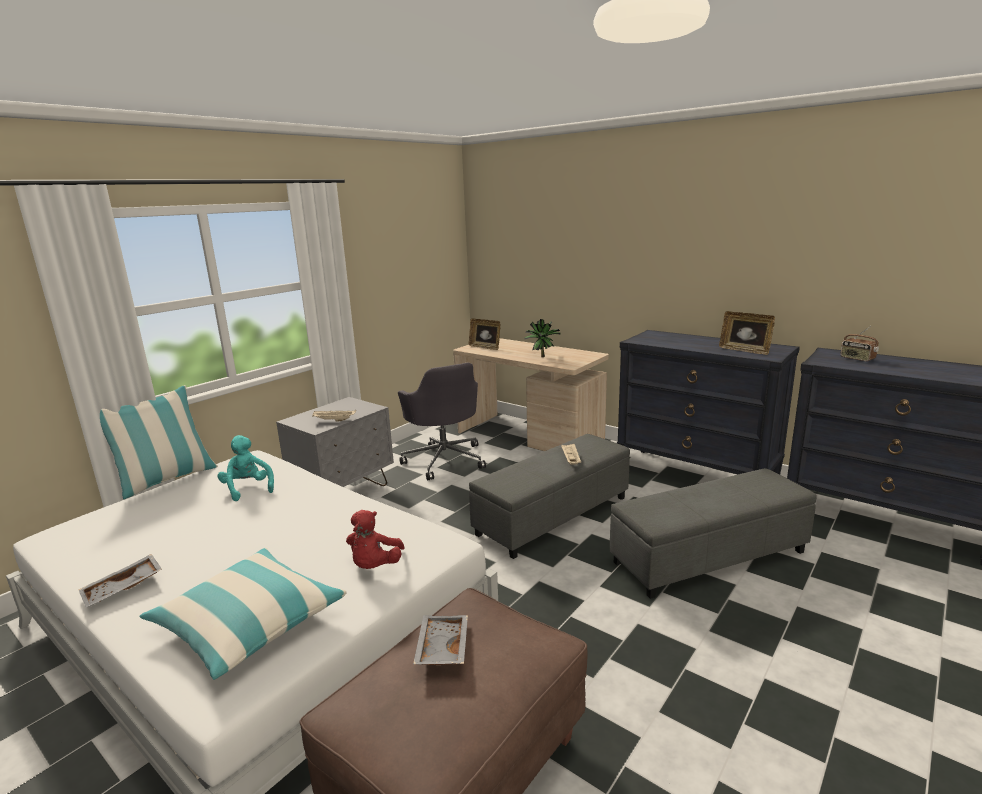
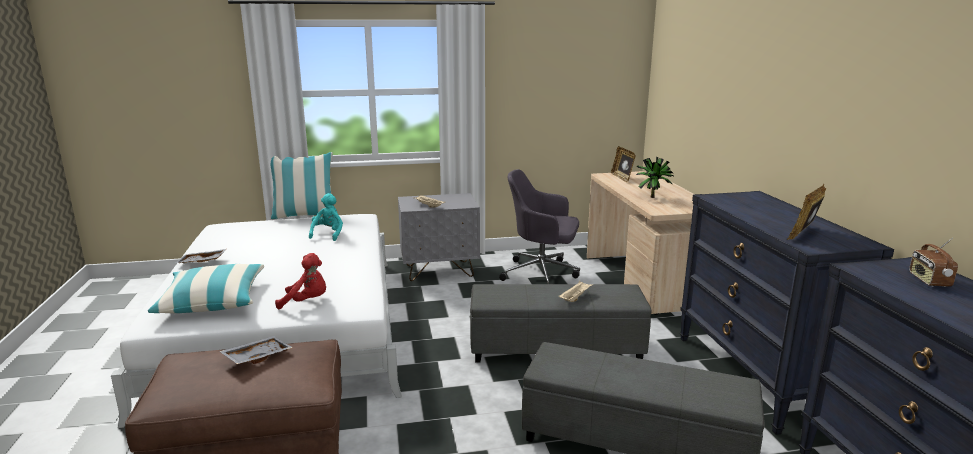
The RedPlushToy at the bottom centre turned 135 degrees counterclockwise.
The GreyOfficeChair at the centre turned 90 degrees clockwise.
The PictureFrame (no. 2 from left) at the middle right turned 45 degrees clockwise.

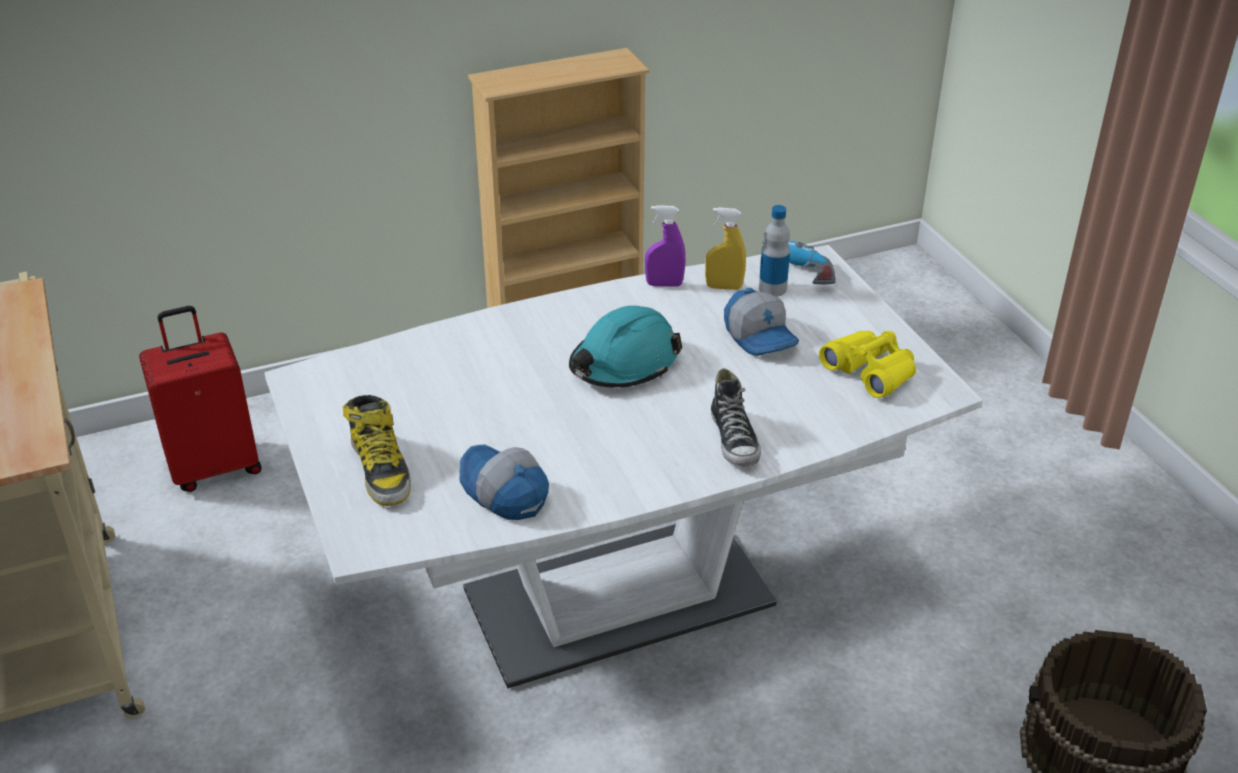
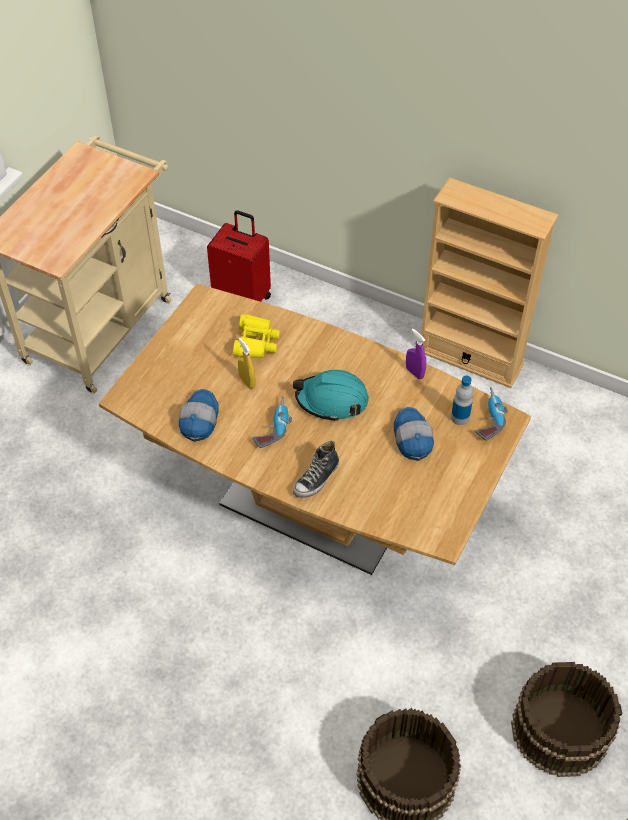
The WhiteDiningTable at the centre became the BrownDiningTable at the centre.
The YellowBinoculars moved from the middle right to the centre.
The YellowSprayBottle moved from the top centre to the centre.
The PowerDrill (no. 1 from left) at the centre appeared.
The Cap (no. 2 from left) at the centre turned 150 degrees clockwise.
The BrownBucket (no. 2 from left) at the bottom right appeared.
The Boot at the middle left disappeared.

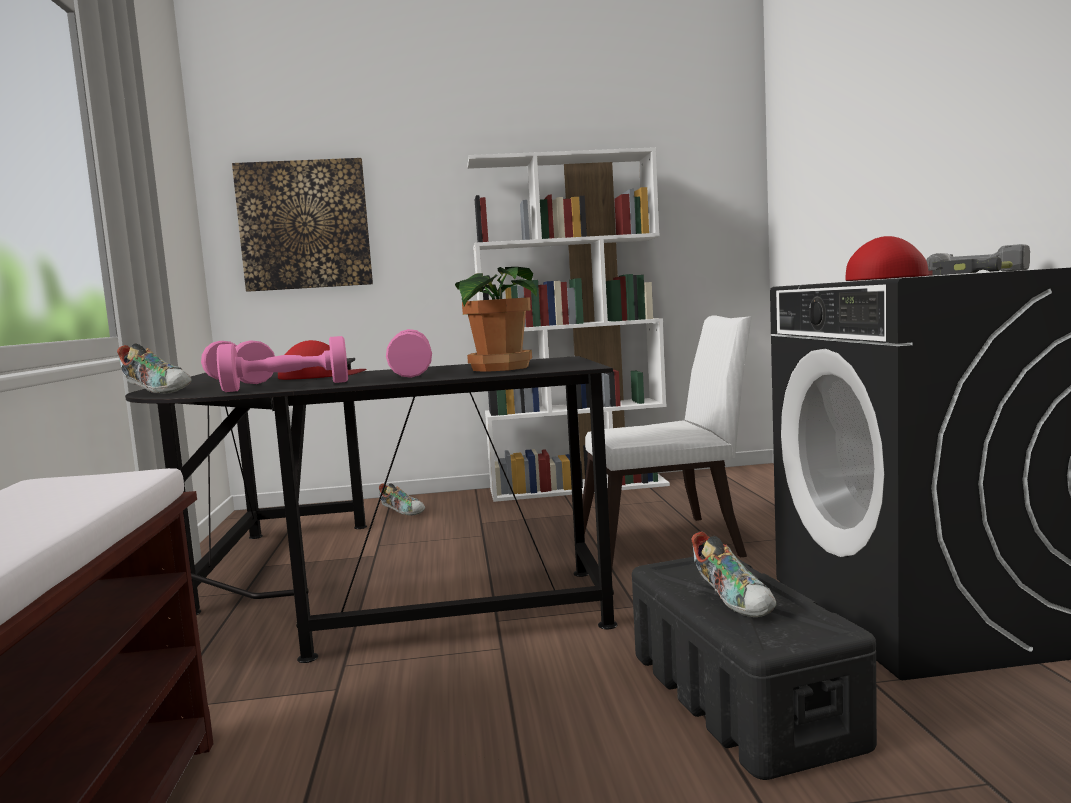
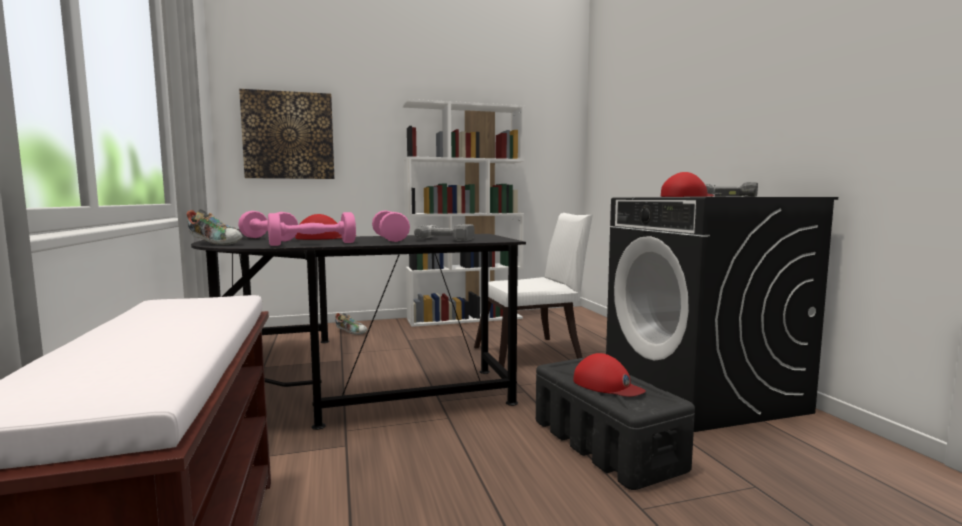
The PottedPlant at the centre was replaced by the PowerDrill (no. 1 from left) at the centre.
The Shoe (no. 3 from left) at the bottom right was replaced by the RedCap (no. 2 from left) at the bottom centre.

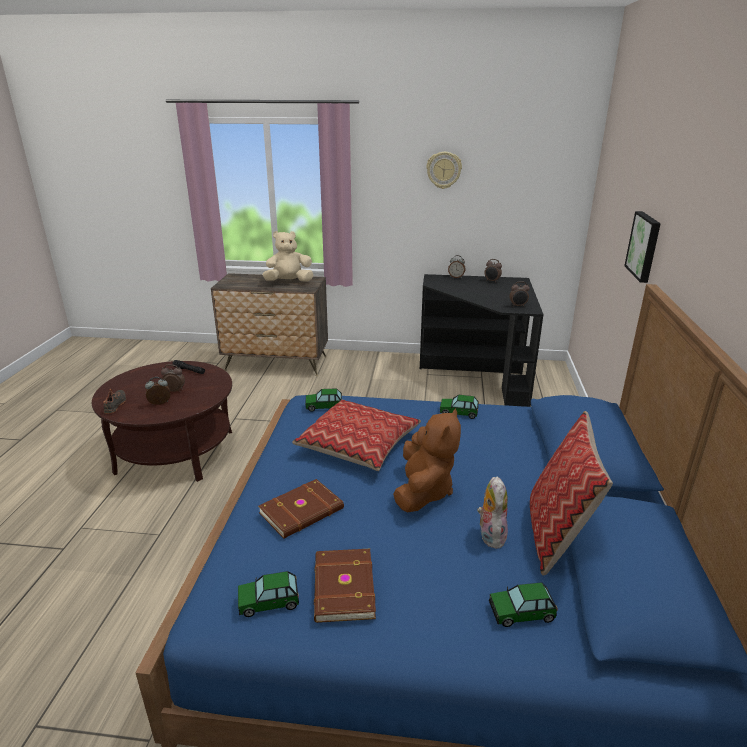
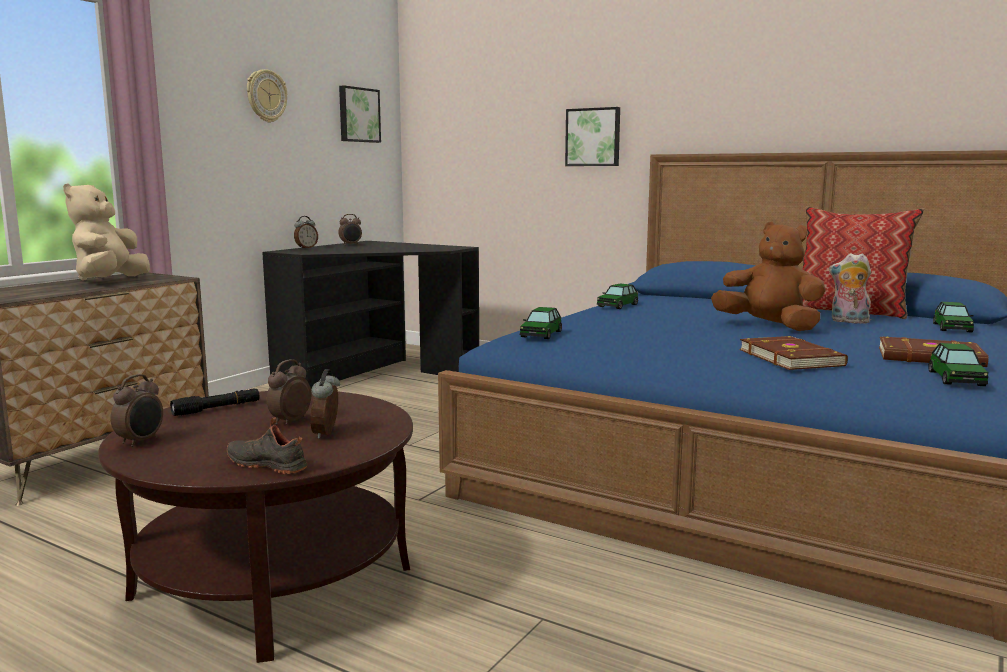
The AlarmClock (no. 5 from left in the first image) moved from the middle right to the middle left.
The Picture (no. 1 from left) at the top centre appeared.
The Pillow (no. 1 from left) at the centre disappeared.

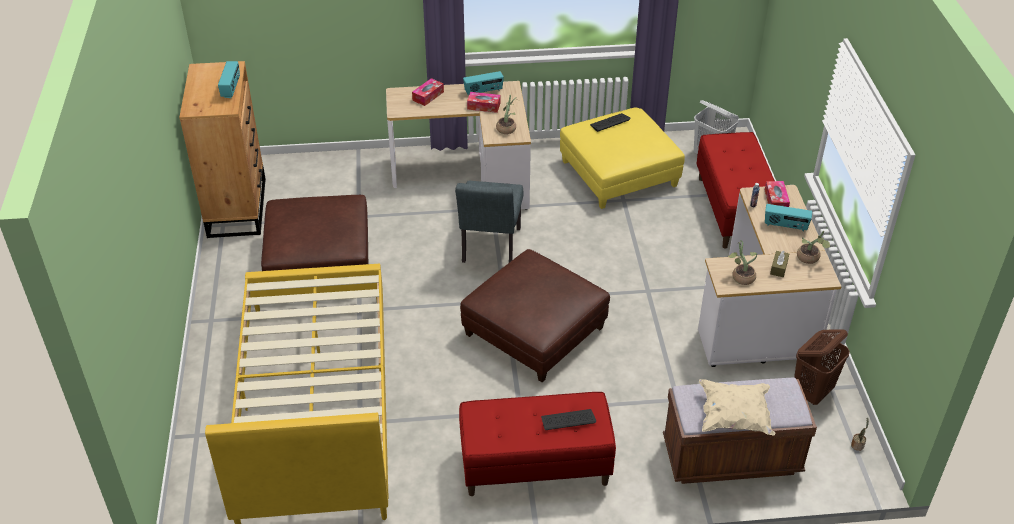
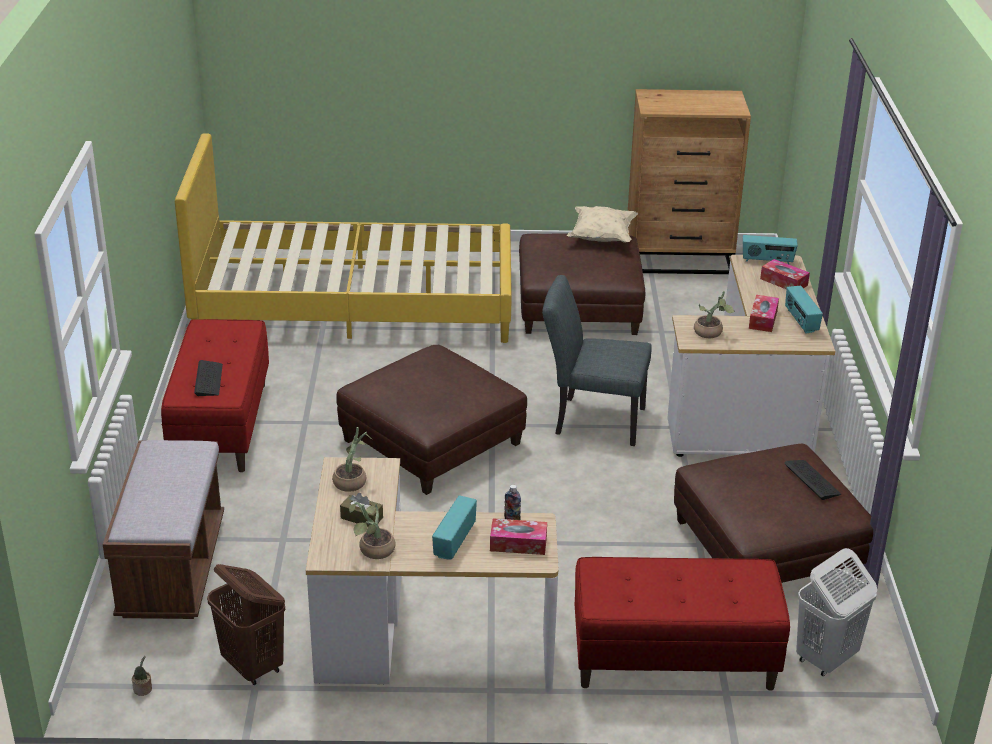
The BeigePillow moved from the bottom right to the top centre.
The YellowOttoman at the top centre became the BrownOttoman (no. 3 from left) at the bottom right.
The Radio (no. 1 from left in the first image) moved from the top left to the middle right.

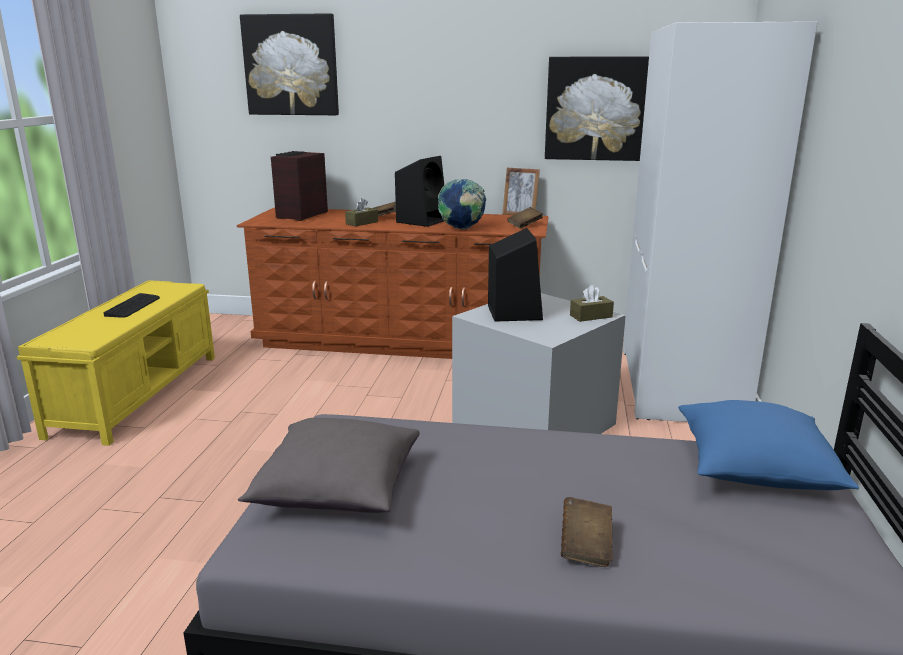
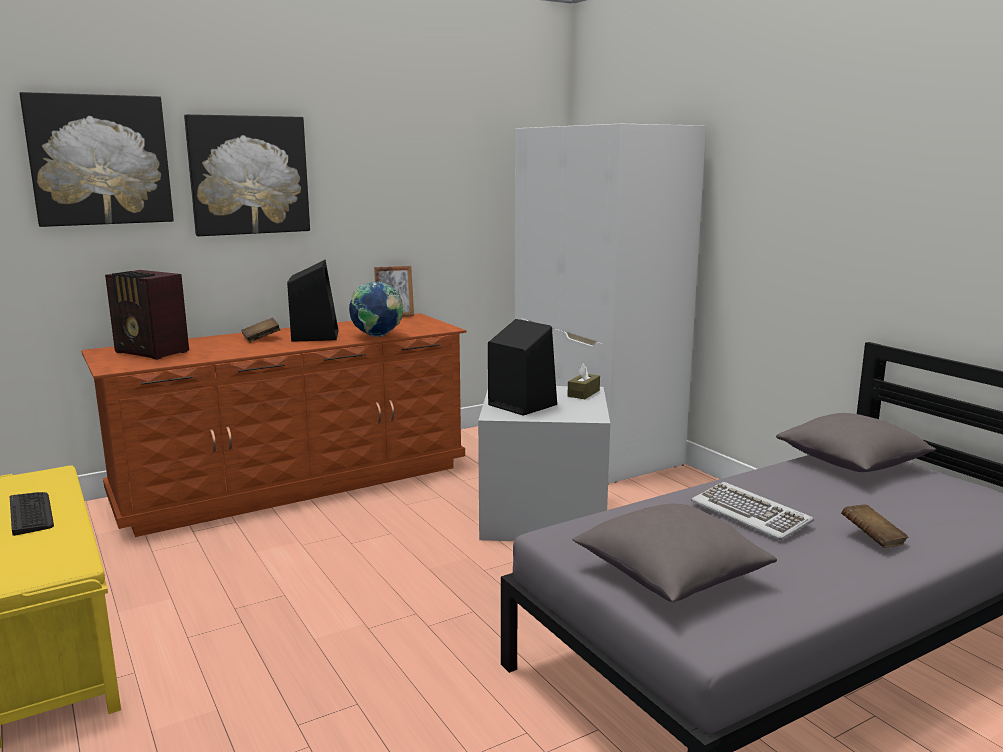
The Radio at the top left turned 45 degrees counterclockwise.
The Picture (no. 2 from left) moved from the top centre to the top left.
The Keyboard (no. 2 from left) at the bottom right appeared.
The BluePillow at the bottom right became the GreyPillow (no. 2 from left) at the middle right.
The BrownTissueBox (no. 1 from left) at the top centre disappeared.
The BrownBook (no. 2 from left) at the top centre disappeared.

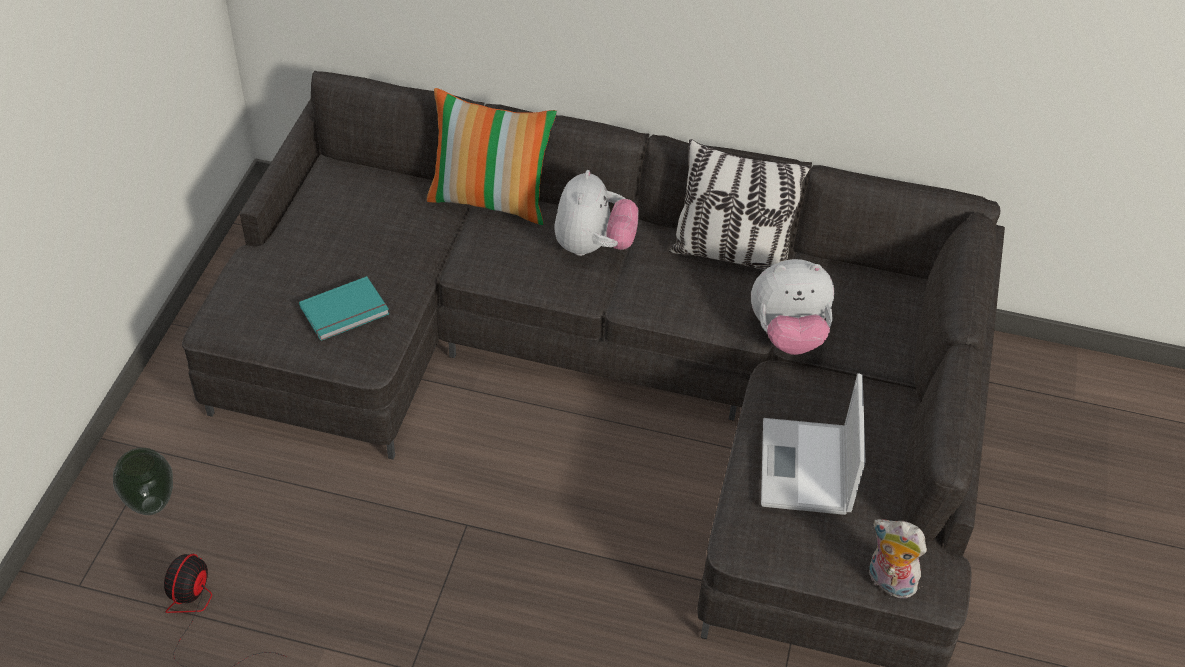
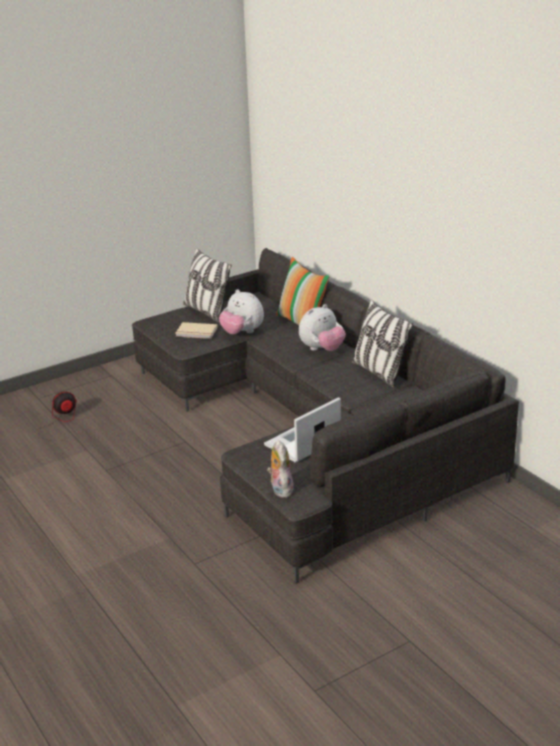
The TurquoiseBook at the middle left became the BeigeBook at the centre.
The Pillow (no. 1 from left) at the centre appeared.
The PlushToy (no. 2 from left in the first image) moved from the middle right to the centre.
The Vase at the bottom left disappeared.

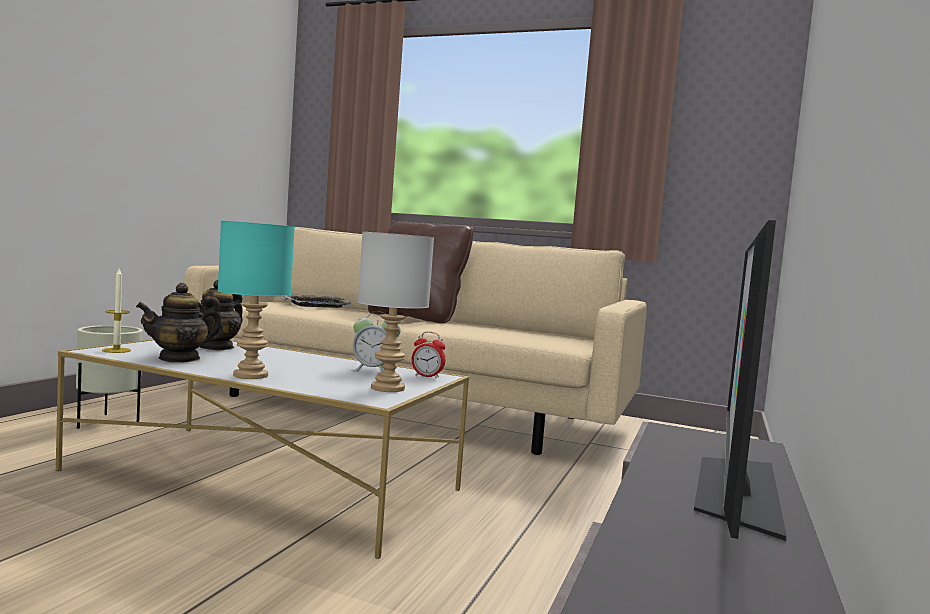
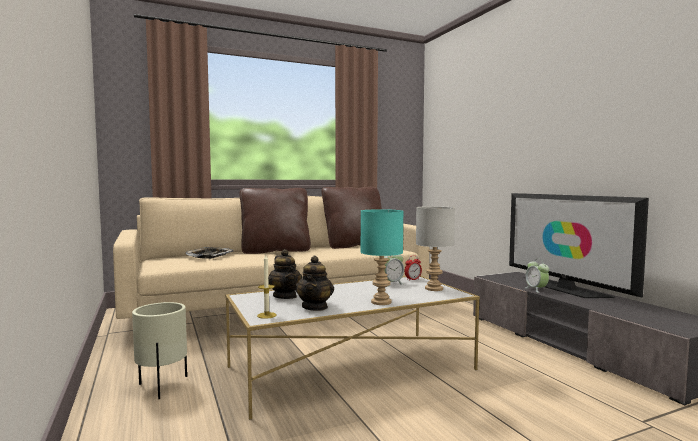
The BrownPillow (no. 2 from left) at the centre appeared.
The AlarmClock (no. 3 from left) at the middle right appeared.

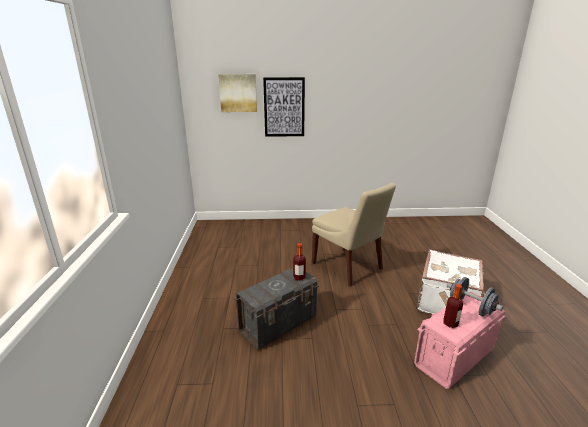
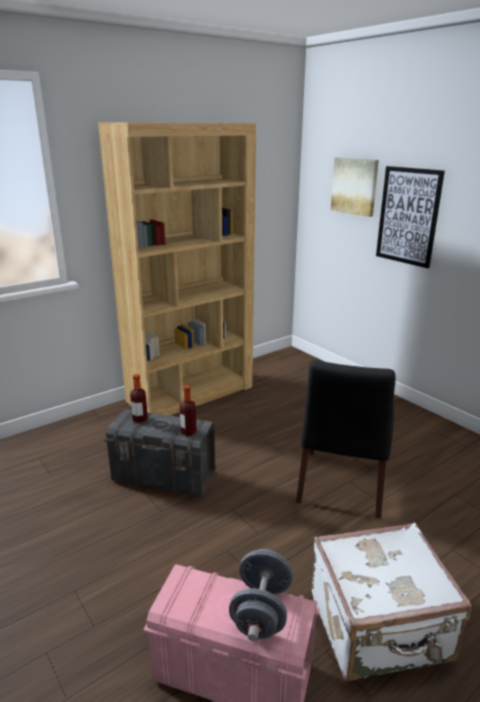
The BrownBookcase at the centre appeared.
The Bottle (no. 2 from left in the first image) moved from the bottom right to the middle left.
The BeigeChair at the centre became the BlackChair at the middle right.

